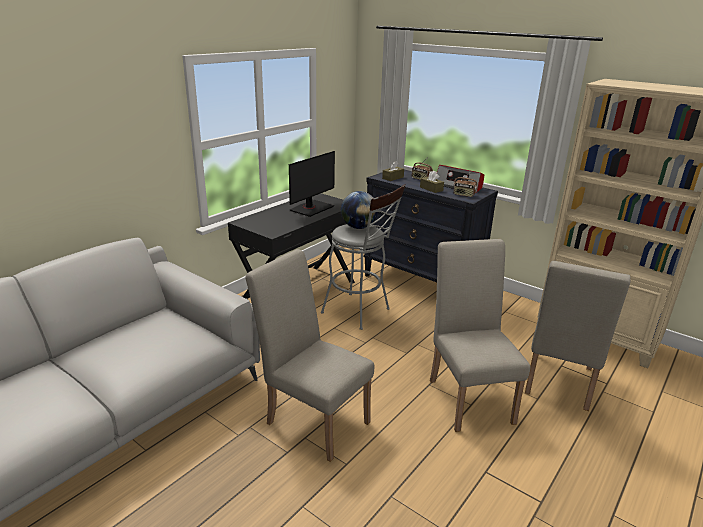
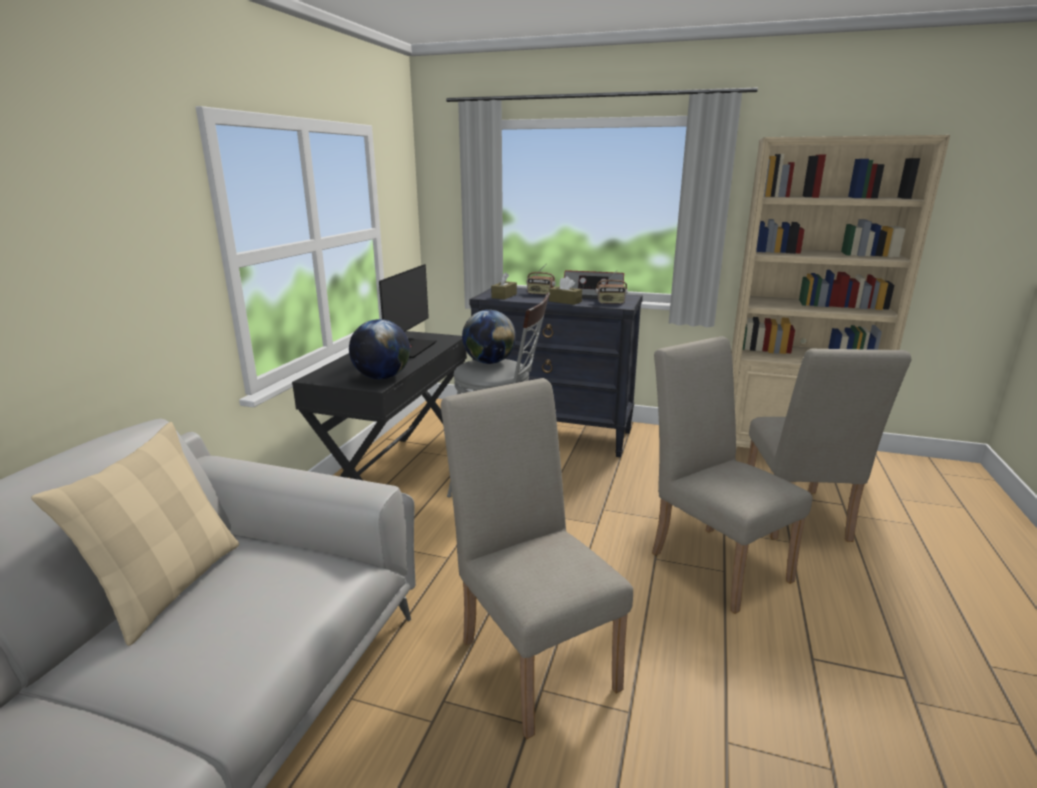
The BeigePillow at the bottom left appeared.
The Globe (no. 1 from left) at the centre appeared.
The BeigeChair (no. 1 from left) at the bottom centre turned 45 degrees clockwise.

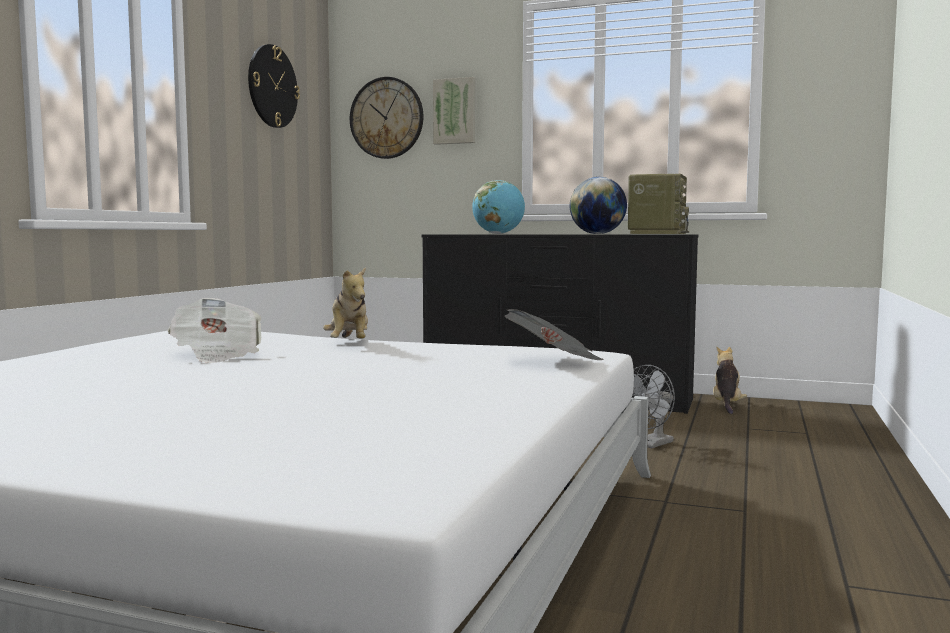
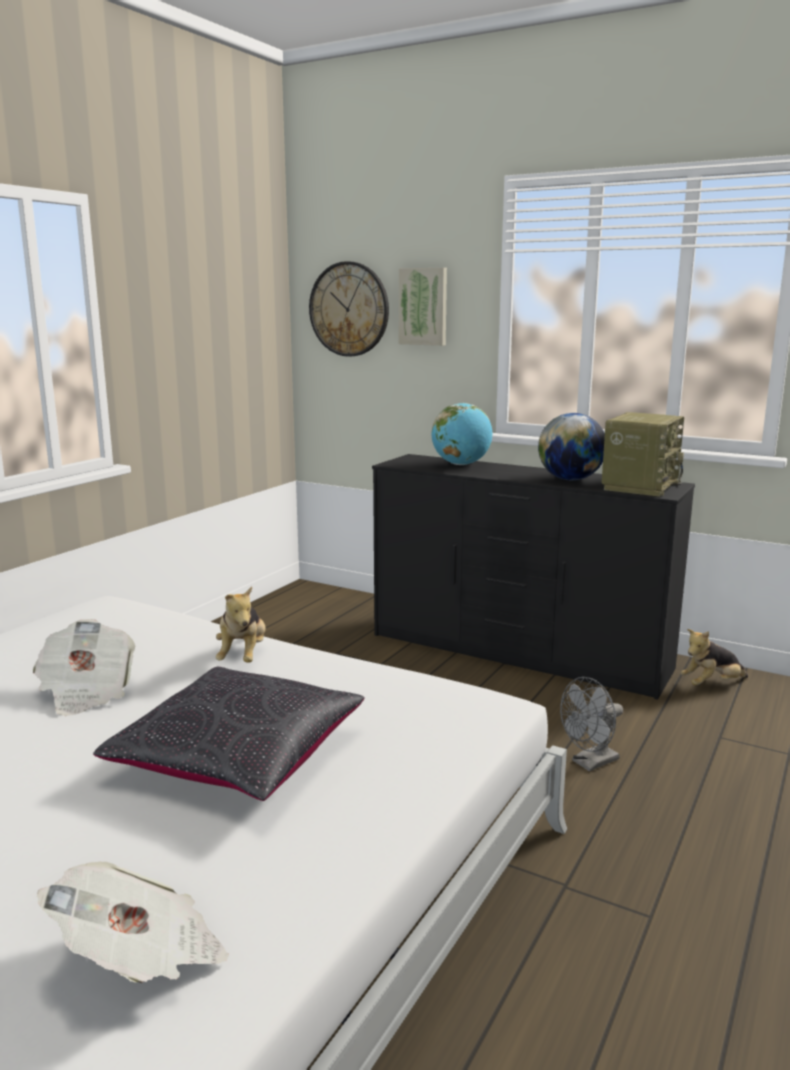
The Newspaper (no. 2 from left) moved from the centre to the bottom left.
The BlackPillow at the bottom left appeared.
The PlushToy (no. 2 from left) at the middle right turned 135 degrees counterclockwise.
The WallClock (no. 1 from left) at the top left disappeared.

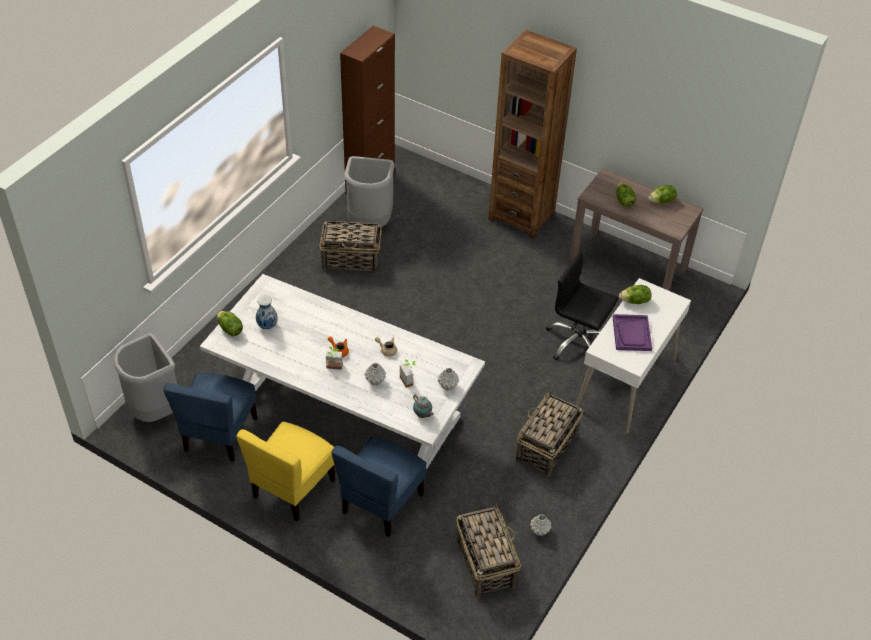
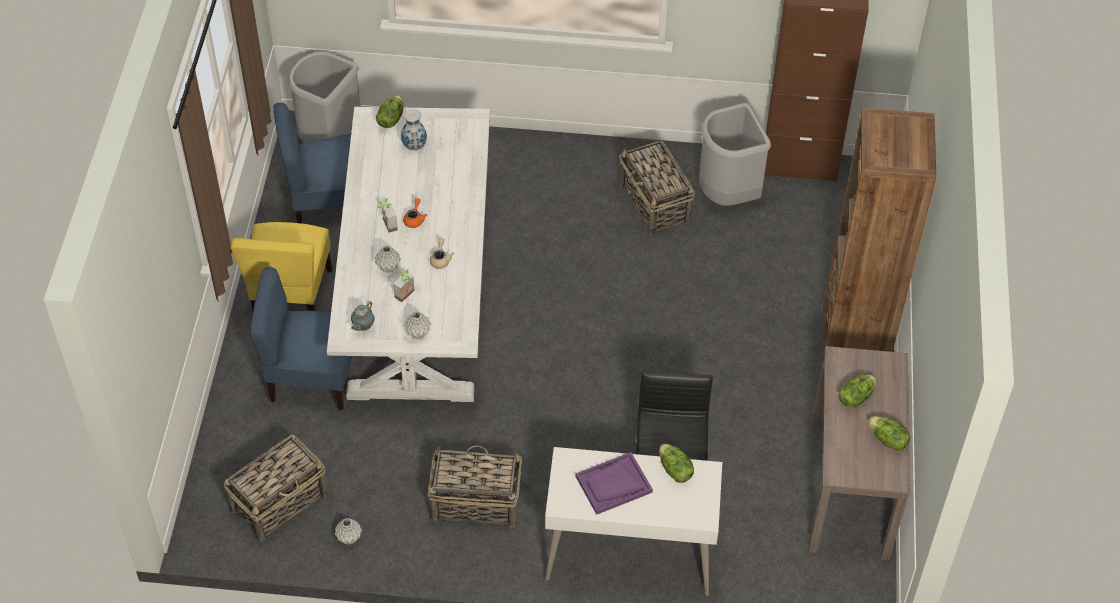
The YellowChair at the bottom left turned 90 degrees counterclockwise.

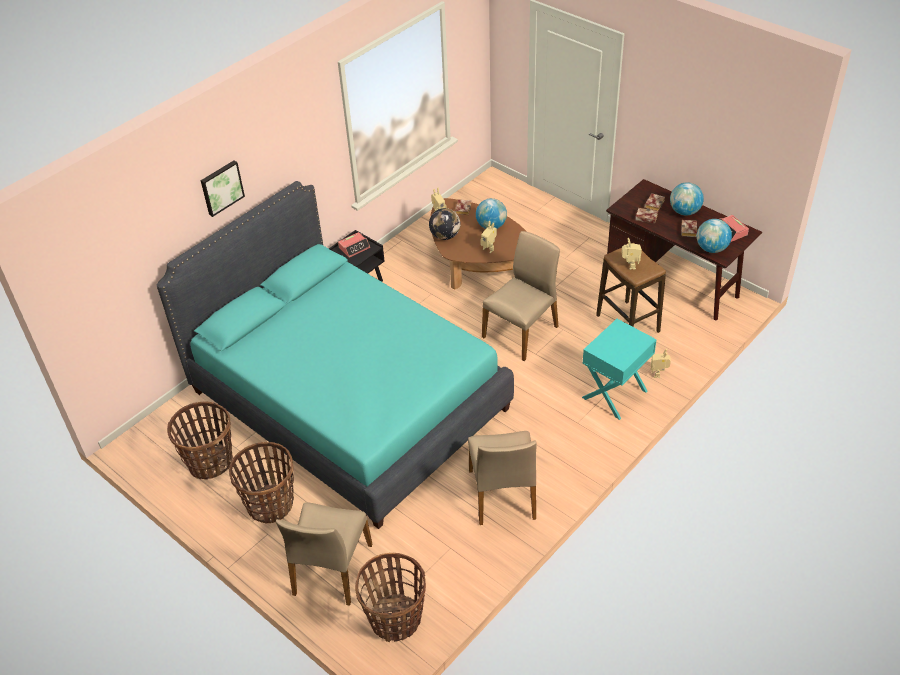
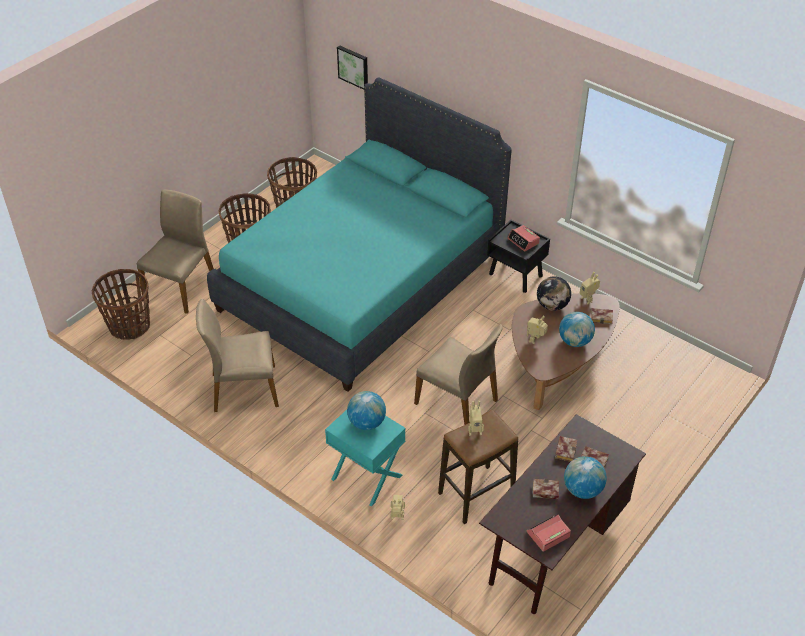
The BeigeChair (no. 1 from left) at the bottom centre turned 105 degrees clockwise.
The Picture moved from the top left to the top centre.
The Globe (no. 4 from left in the first image) moved from the middle right to the centre.

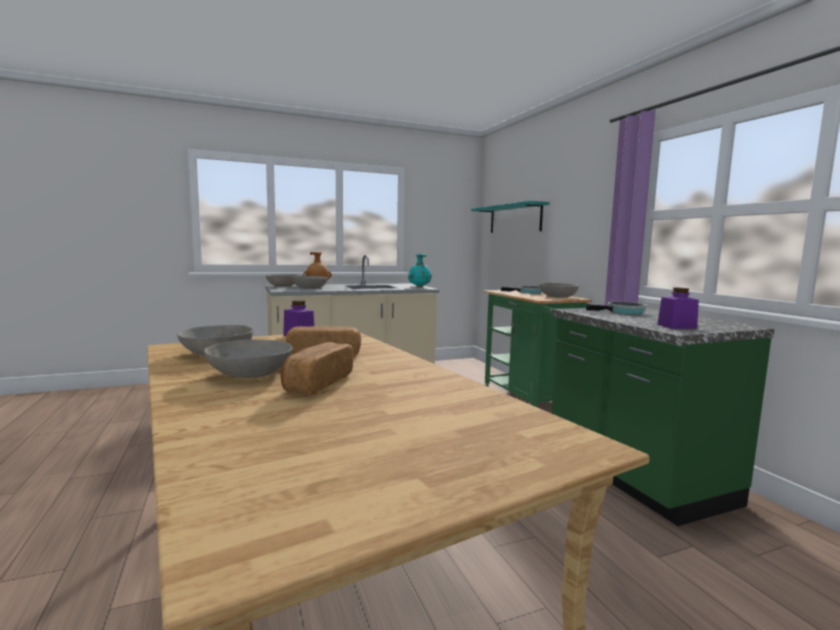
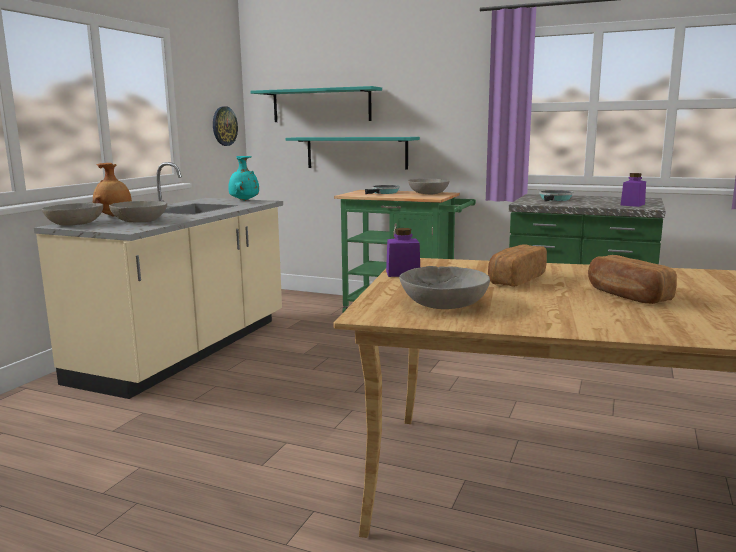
The WallClock at the top left appeared.
The TurquoiseShelf (no. 2 from left) at the top centre appeared.
The GreyBowl (no. 2 from left) at the middle left disappeared.

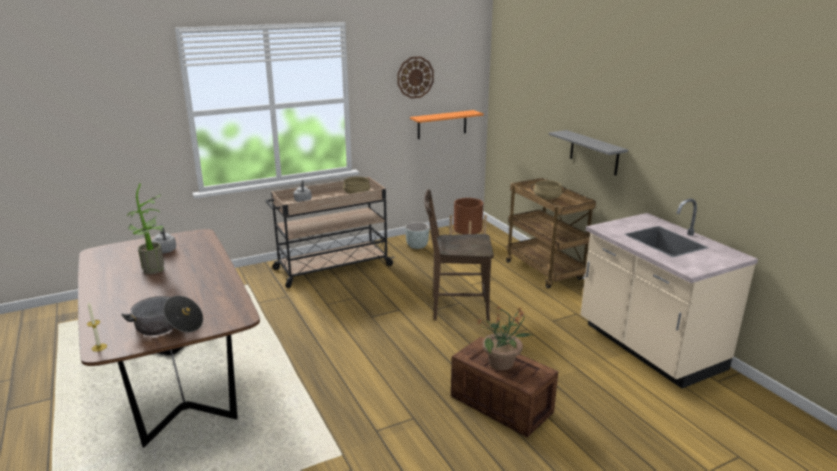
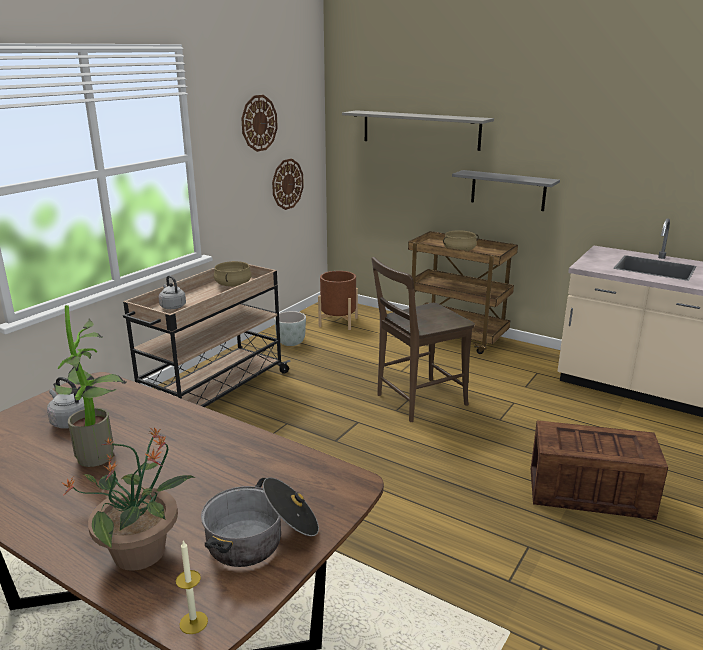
The PottedPlant (no. 2 from left) moved from the bottom centre to the bottom left.
The OrangeShelf at the top centre was replaced by the WallClock (no. 2 from left) at the top centre.
The GreyShelf (no. 1 from left) at the top centre appeared.

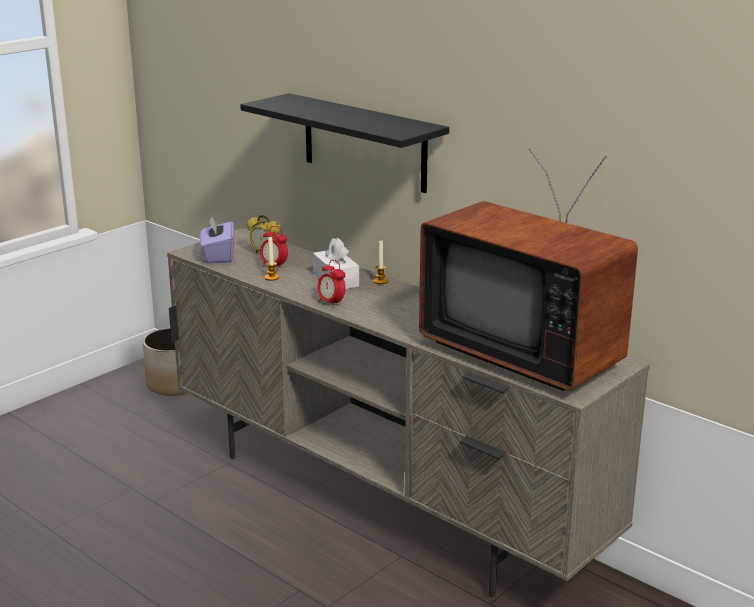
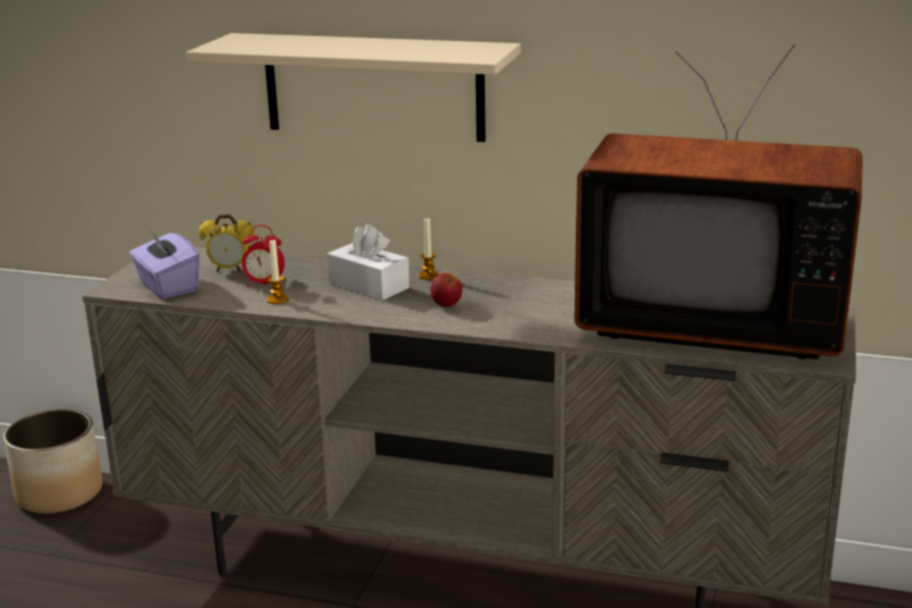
The BlackShelf at the top centre became the BeigeShelf at the top centre.
The Apple at the centre appeared.
The AlarmClock (no. 3 from left) at the centre disappeared.

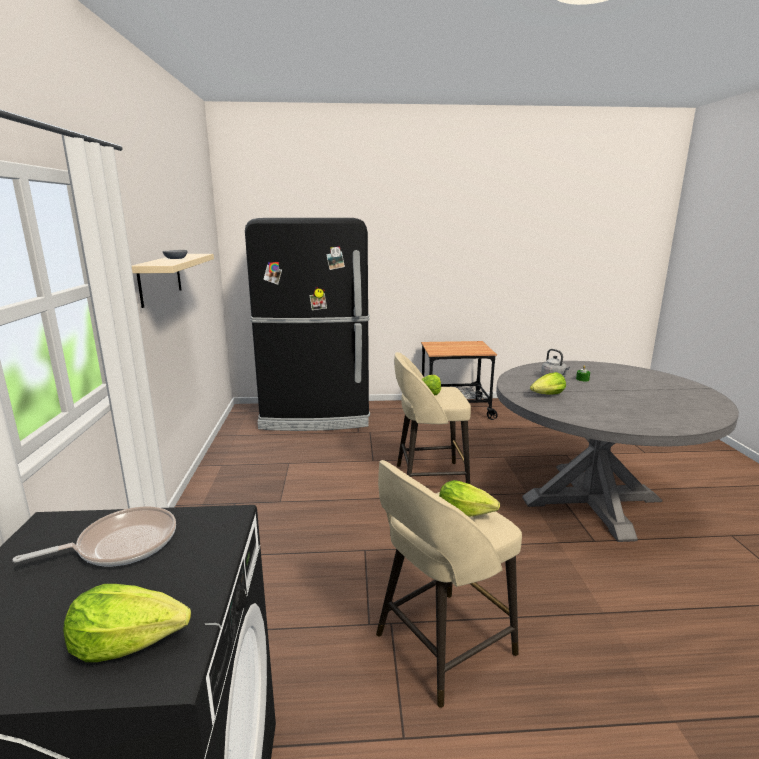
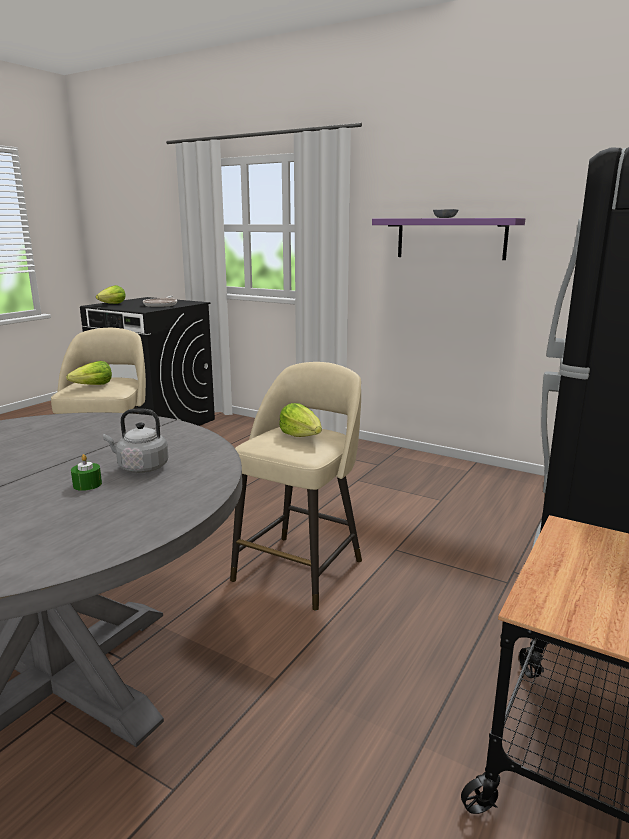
The BeigeShelf at the middle left became the PurpleShelf at the top right.
The Lettuce (no. 4 from left) at the middle right disappeared.

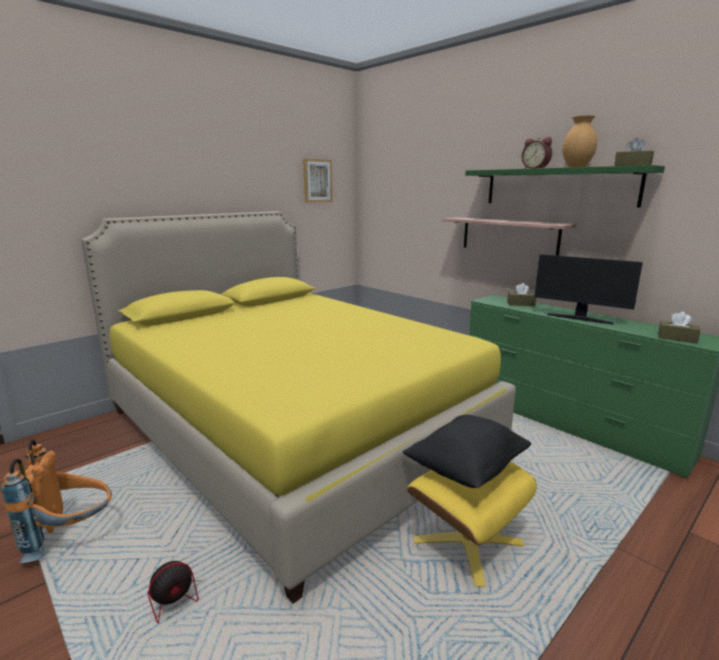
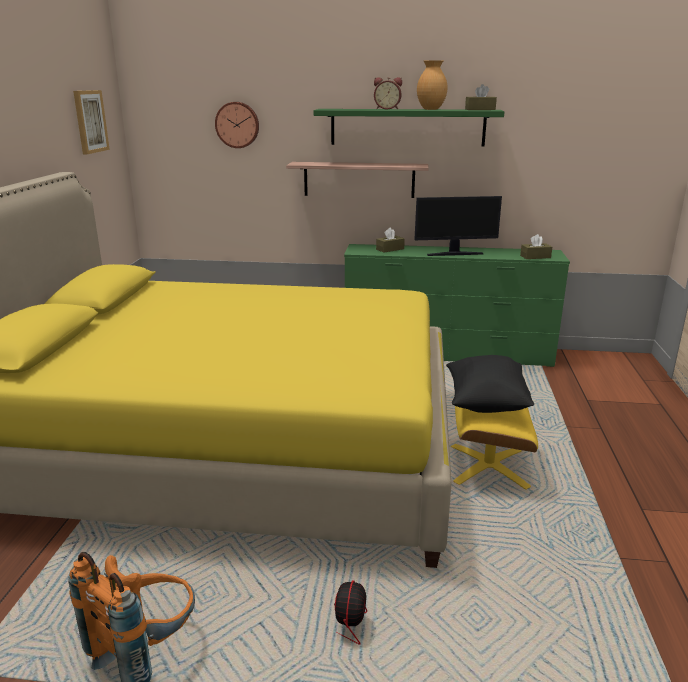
The WallClock at the top centre appeared.

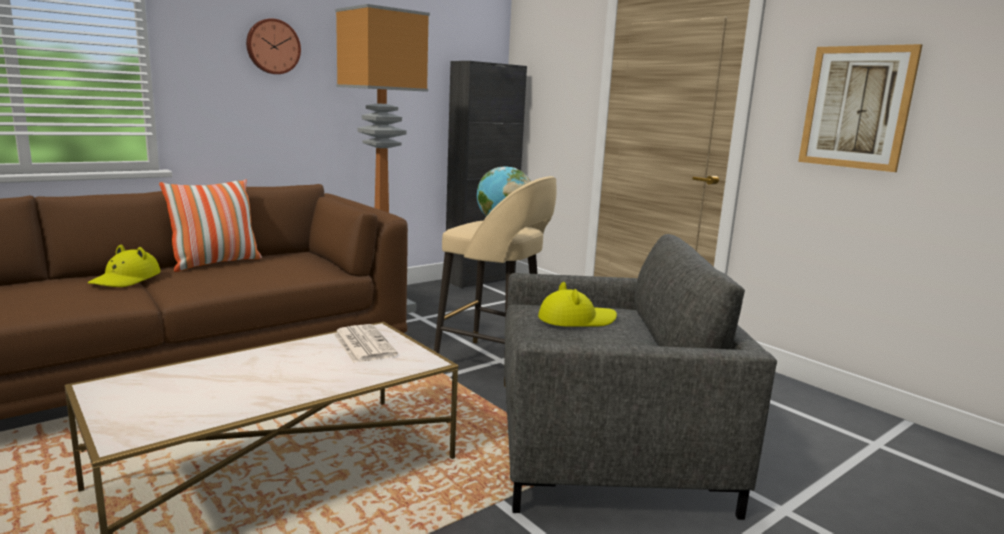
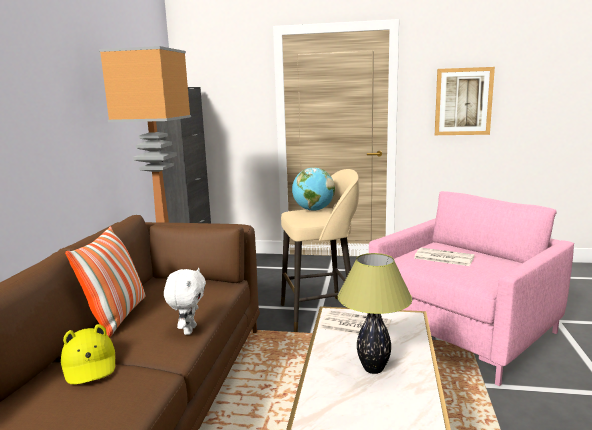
The WhitePlushToy at the bottom left appeared.
The TableLamp at the bottom centre appeared.
The GreyArmchair at the bottom centre became the PinkArmchair at the bottom right.
The YellowHat (no. 2 from left) at the centre was replaced by the Newspaper (no. 2 from left) at the middle right.
The WallClock at the top left disappeared.

